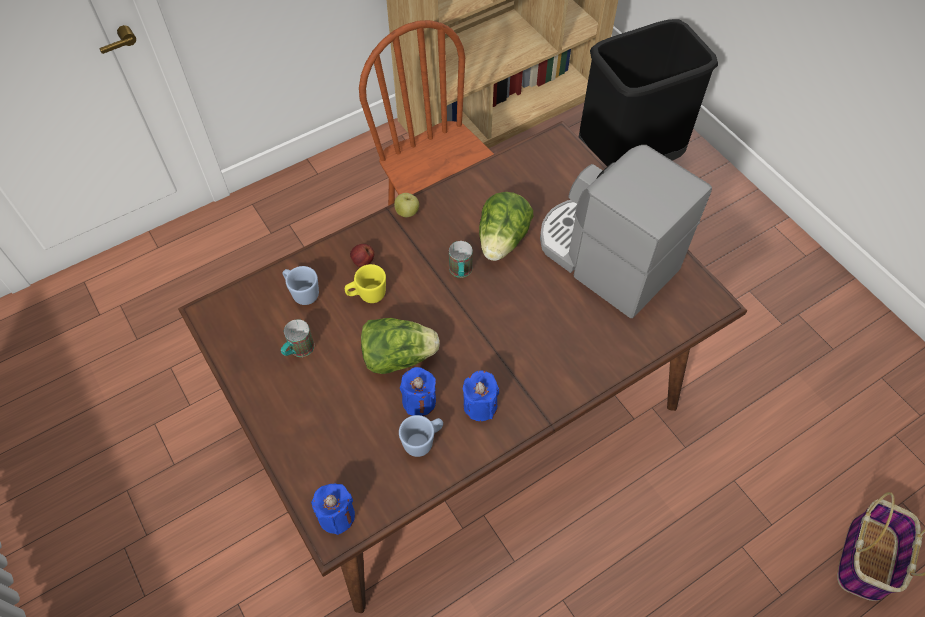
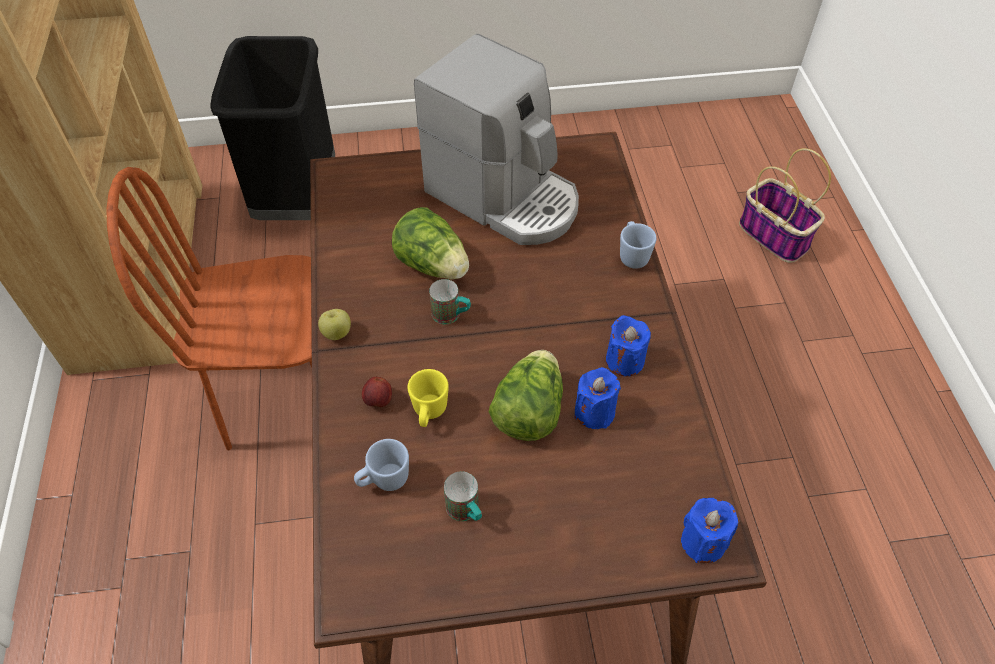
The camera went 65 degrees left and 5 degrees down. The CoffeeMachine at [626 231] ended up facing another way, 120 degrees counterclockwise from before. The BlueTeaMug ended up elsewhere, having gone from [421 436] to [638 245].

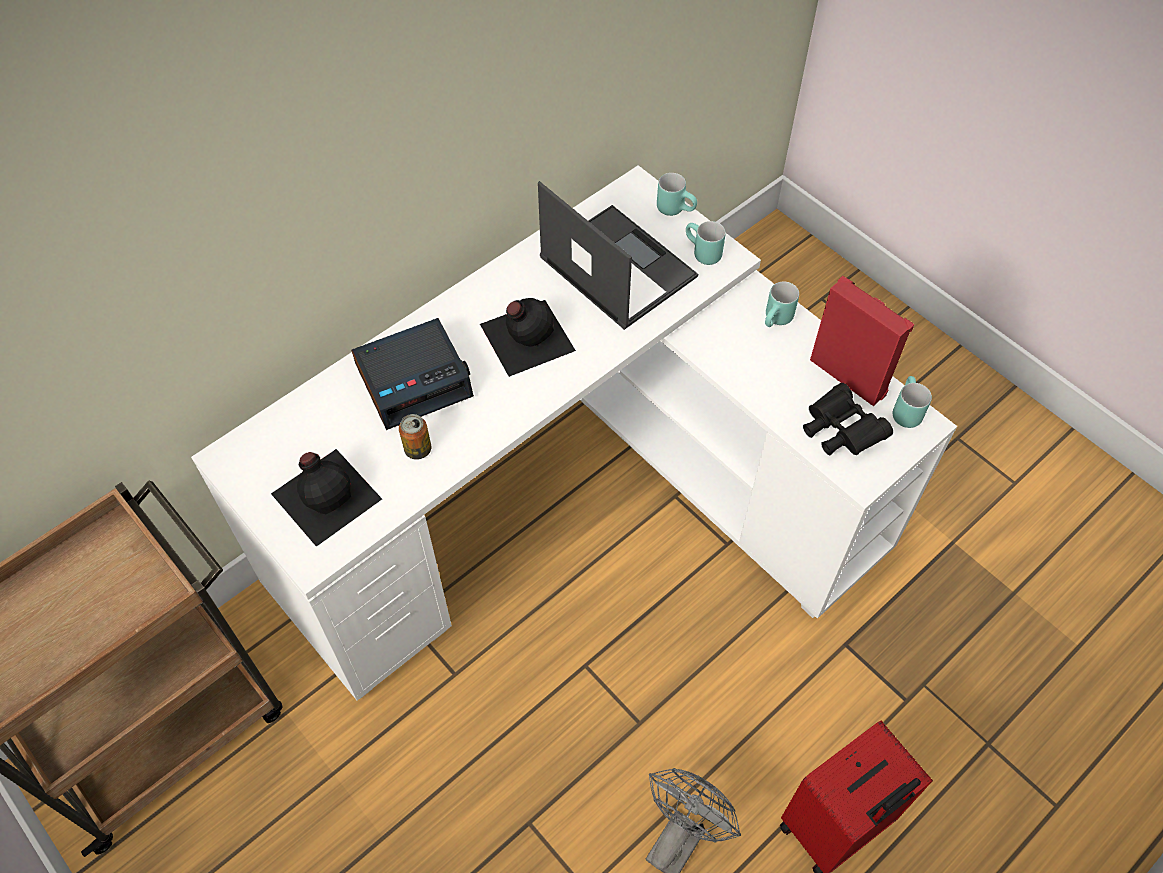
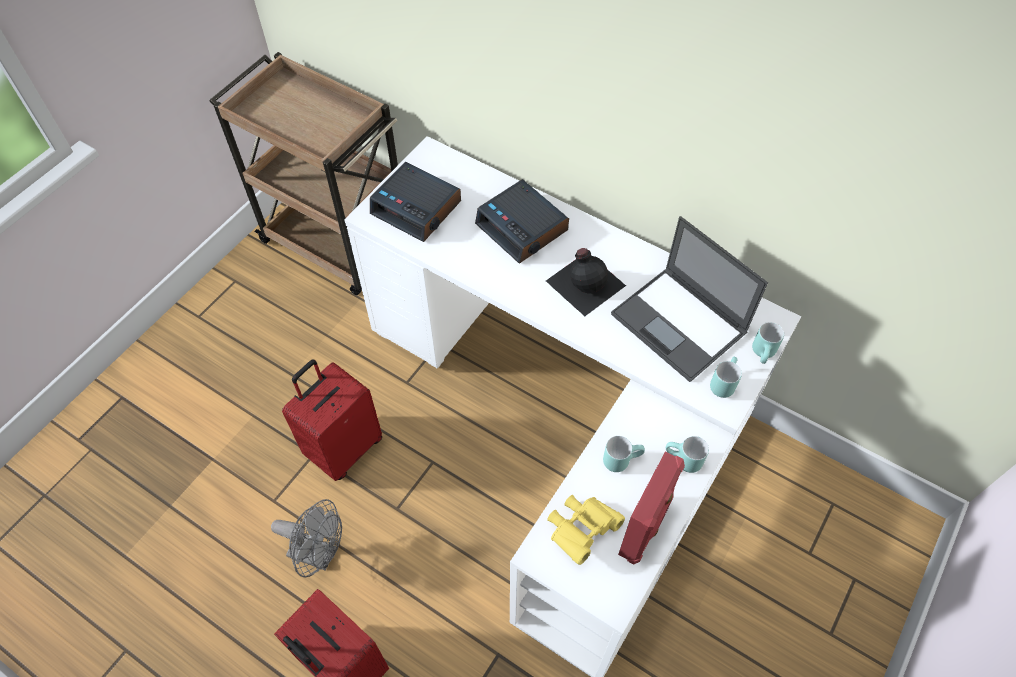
The camera went 75 degrees right and 0 degrees up. The NotebookComputer at [618 255] ended up facing another way, 105 degrees clockwise from before. The TurquoiseTeaMug ended up elsewhere, having gone from [912 402] to [624 454]. What was the BlackBinoculars at [848 419] turned into the YellowColouredBinoculars at [586 530]. The second view lost the MetalCan at [415 437]. Where the BlackBottle stood at [326 498], the BedsideClock came to stand at [415 202]. The second view gained the RedTravelCase at [332 420].

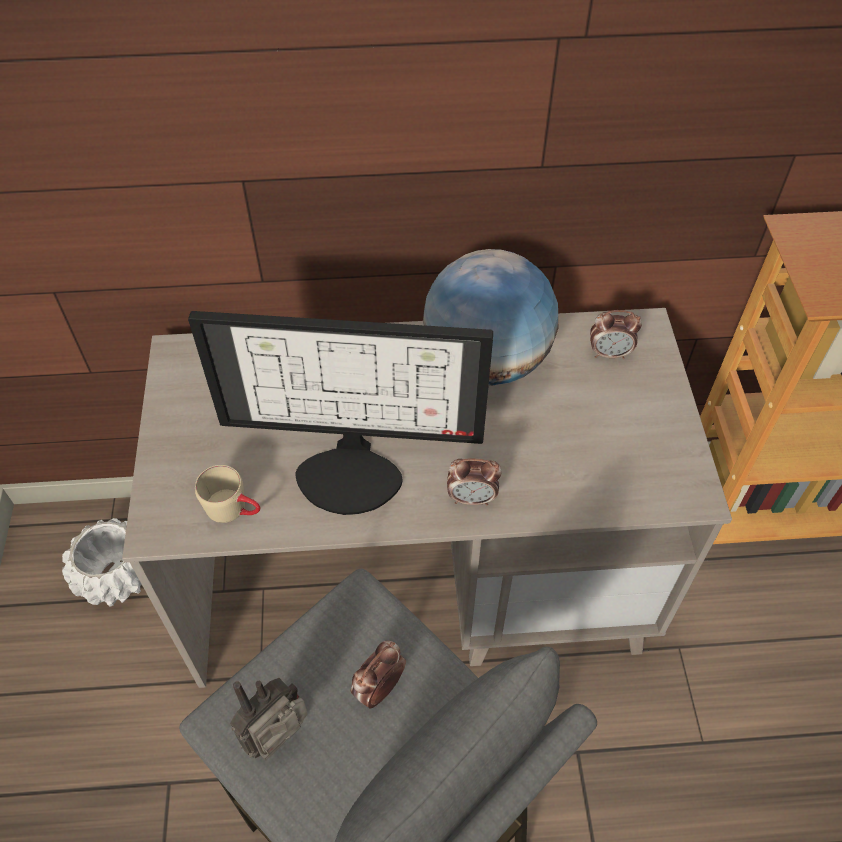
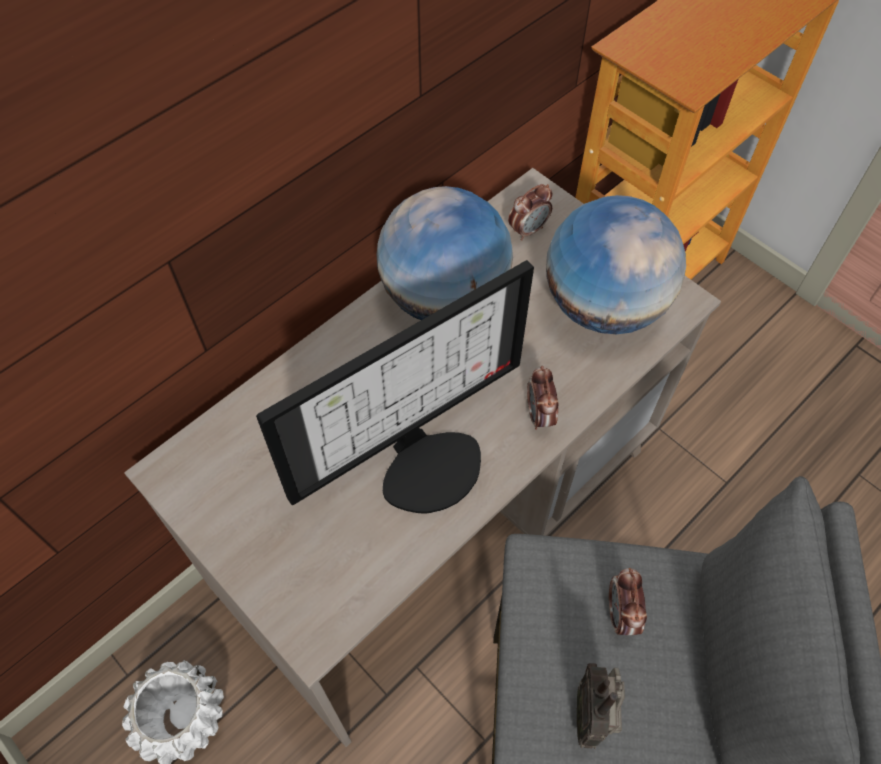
The camera went 40 degrees left and 5 degrees up. The BedsideClock at [474 481] ended up facing another way, 120 degrees clockwise from before. The second view lost the BeigeColouredTeaMug at [227 494]. The second view gained the DeskGlobe at [616 264].

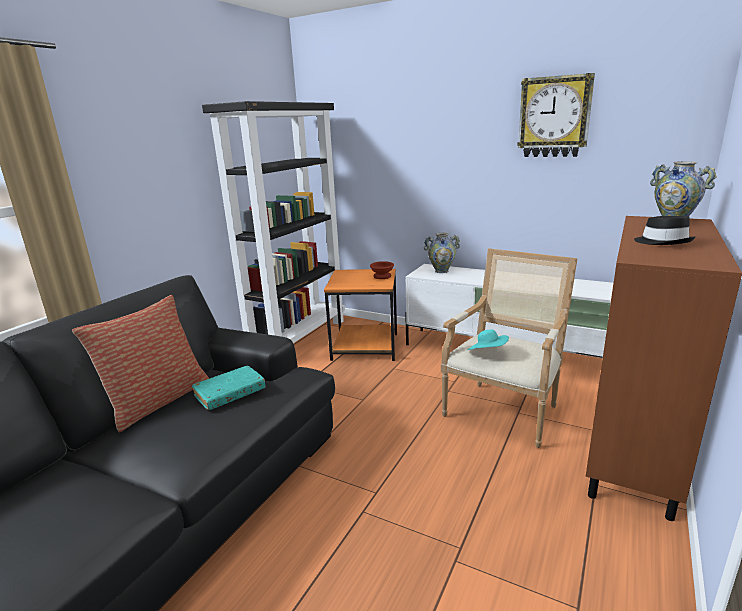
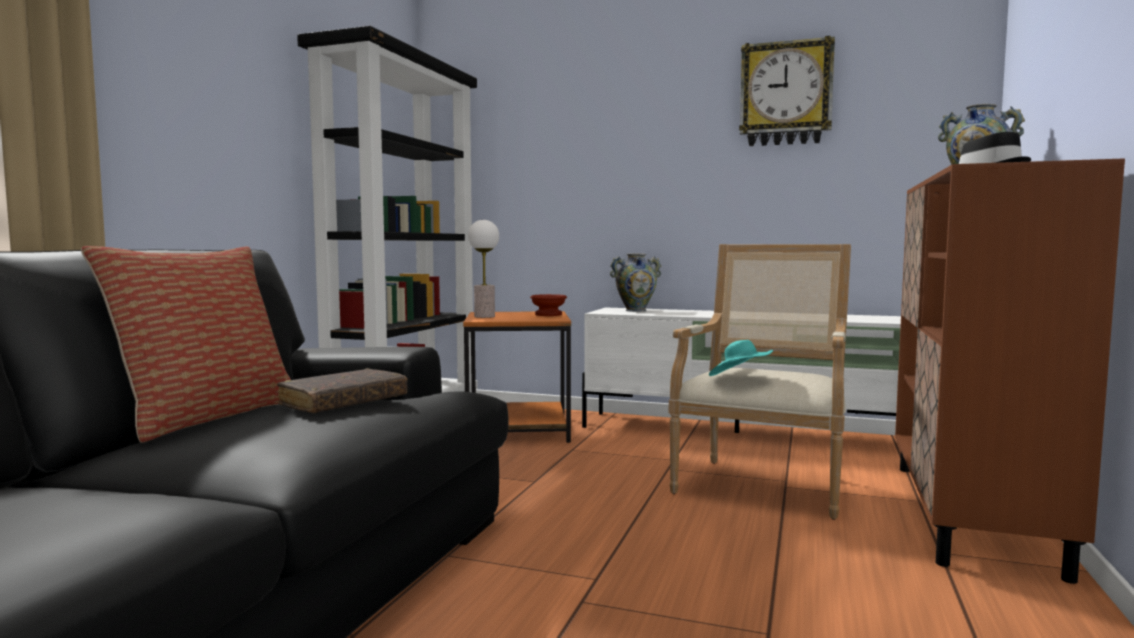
The camera went 10 degrees left and 15 degrees down. What was the TurquoiseVolume at [229 388] turned into the BrownVolume at [342 390]. The second view gained the TabletopLamp at [483 269].

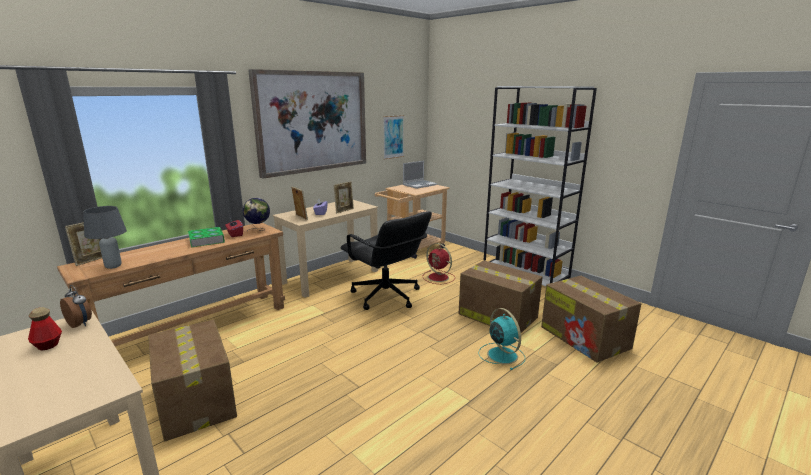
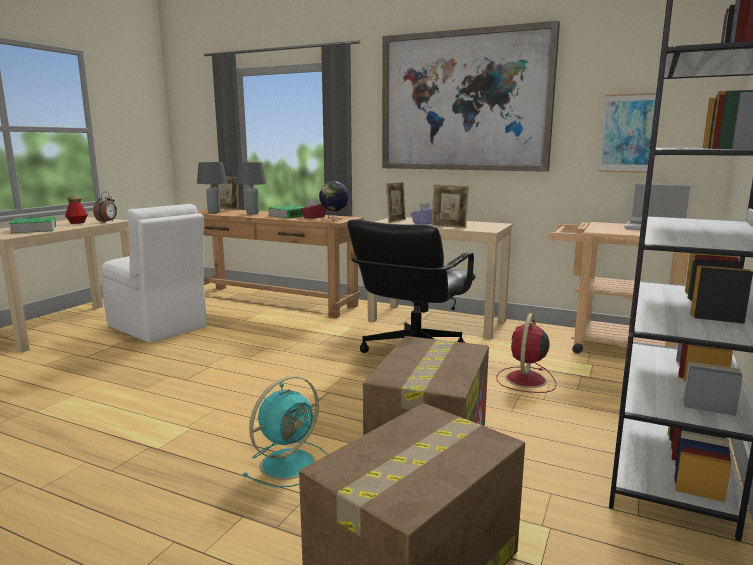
The camera went 70 degrees right and 5 degrees down. Where the CardboardBox stood at [192 381], the WhitishChair came to stand at [153 273]. The second view gained the GreyTabletopLamp at [251 188]. The second view gained the Volume at [32 225].

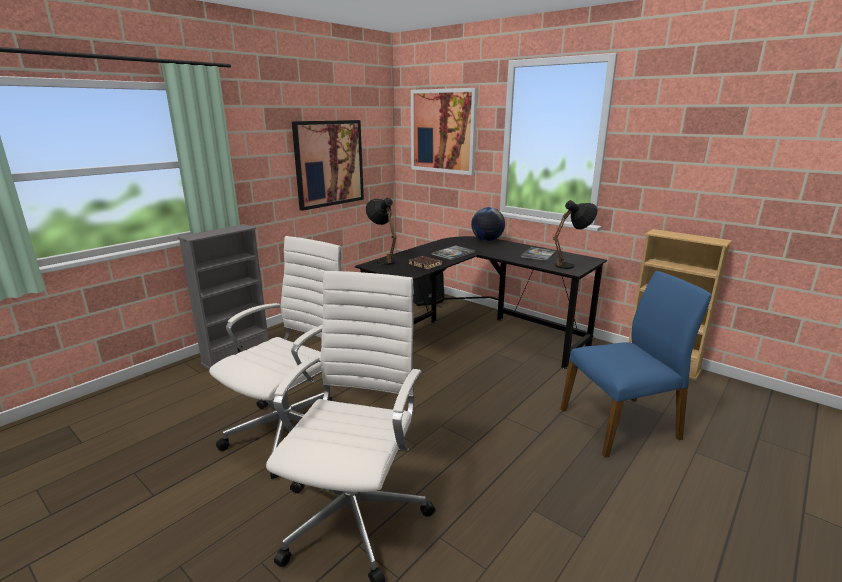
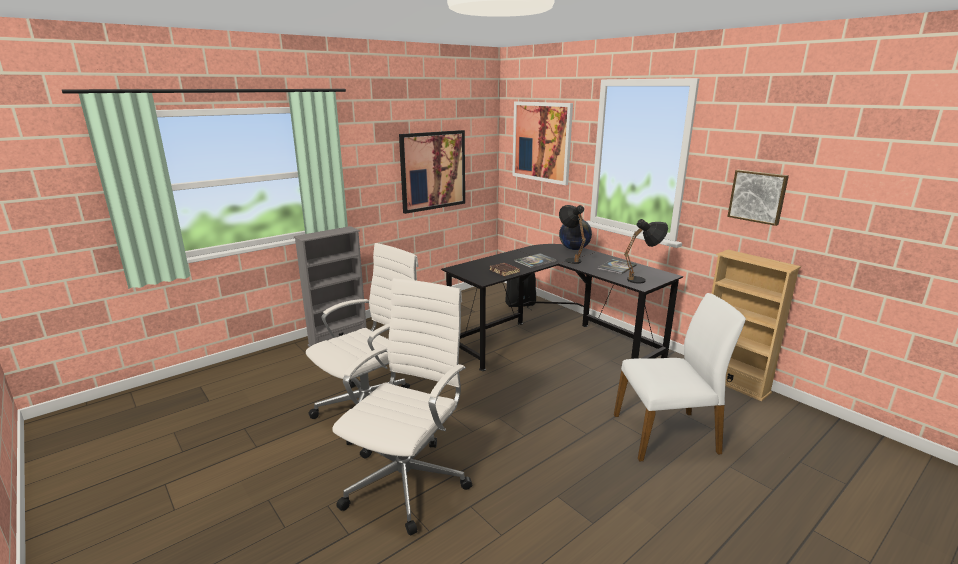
The camera went 10 degrees right and 0 degrees up. The BlackTabletopLamp ended up elsewhere, having gone from [381 231] to [572 234]. What was the BlueChair at [636 364] turned into the WhitishChair at [680 377]. The second view gained the WallArt at [758 198].

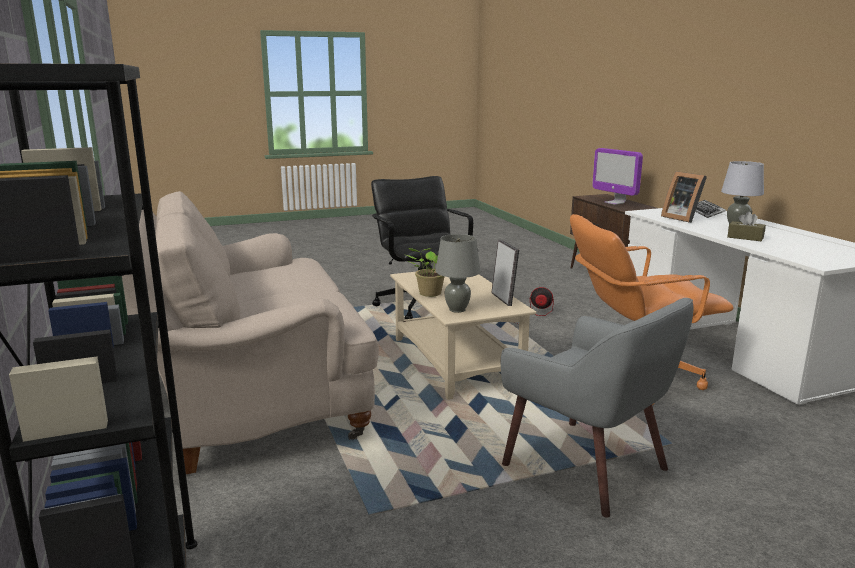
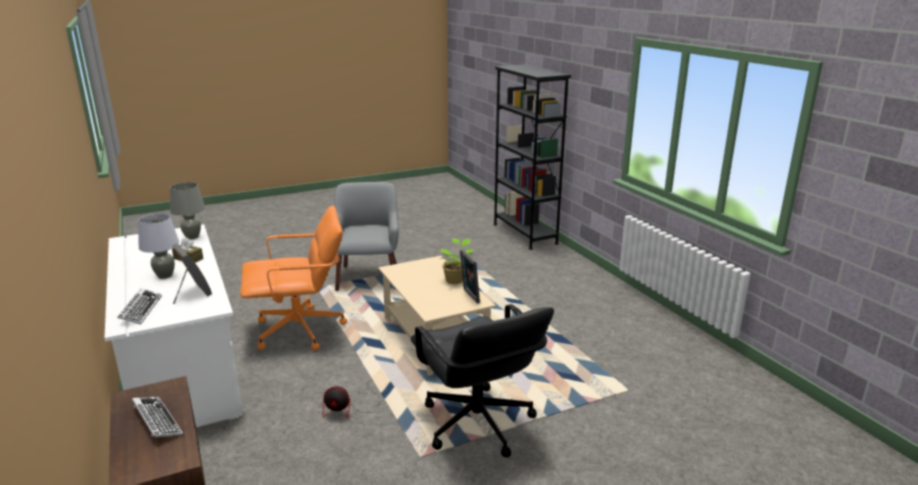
The camera went 175 degrees right and 5 degrees up. Where the ComputerDisplay stood at [617 176], the ComputerKeyboard came to stand at [157 417]. The second view lost the BeigeColouredSofa at [250 332]. The GreyTabletopLamp ended up elsewhere, having gone from [458 273] to [187 211]. The StandingFrame ended up elsewhere, having gone from [505 273] to [470 276]. The GreyLoungeChair at [596 407] ended up facing another way, 45 degrees clockwise from before.

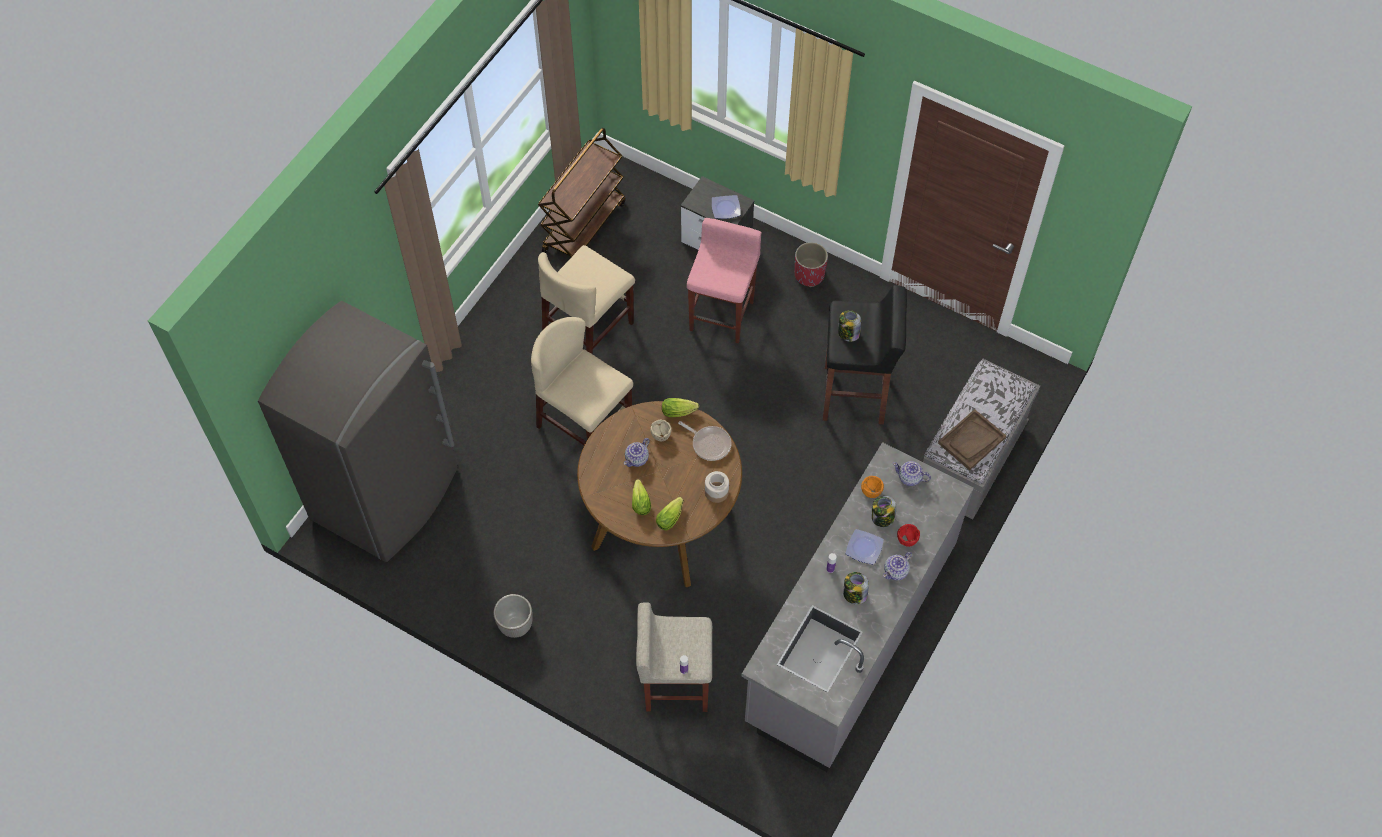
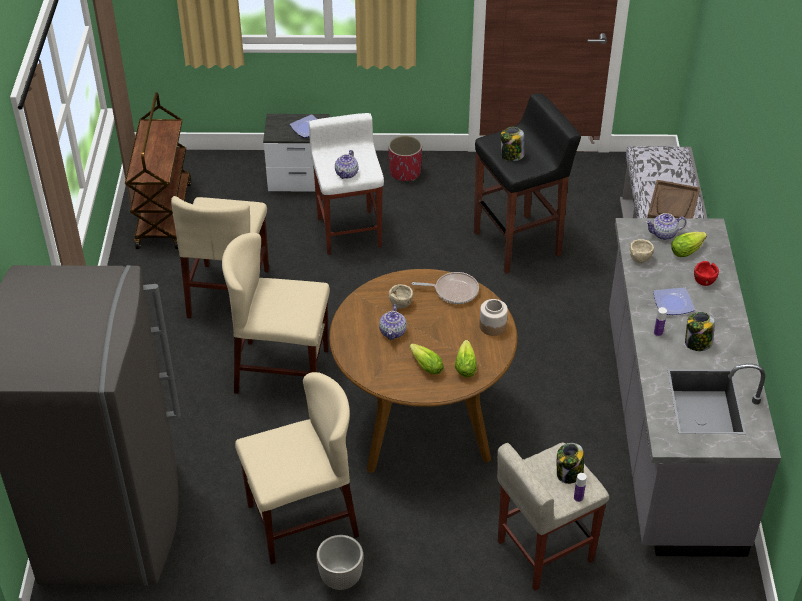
The camera went 30 degrees left and 15 degrees down. What was the PinkSittingStool at [724 280] turned into the WhitishSittingStool at [346 184]. The LettuceHead ended up elsewhere, having gone from [680 407] to [689 244]. What was the OrangeDeepDish at [872 487] turned into the BeigeColouredDeepDish at [642 251]. The StorageJar ended up elsewhere, having gone from [884 511] to [570 463]. The PotForTea ended up elsewhere, having gone from [897 566] to [347 164]. The second view gained the BeigeColouredChair at [297 468].

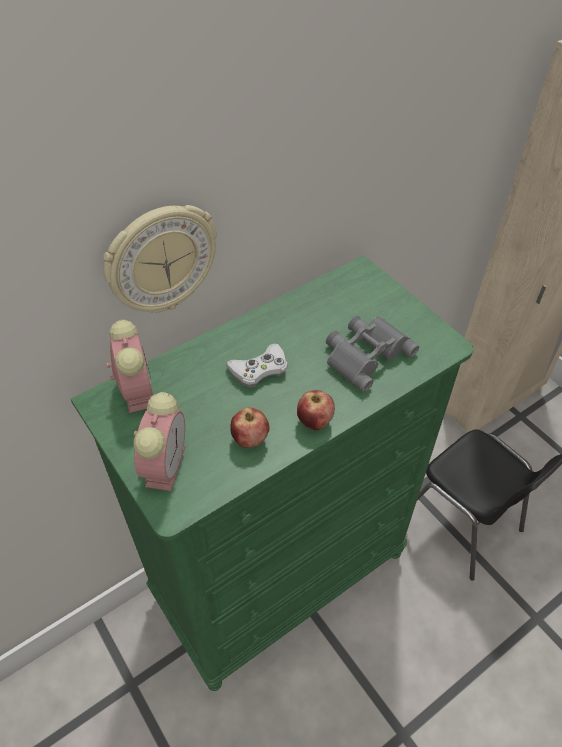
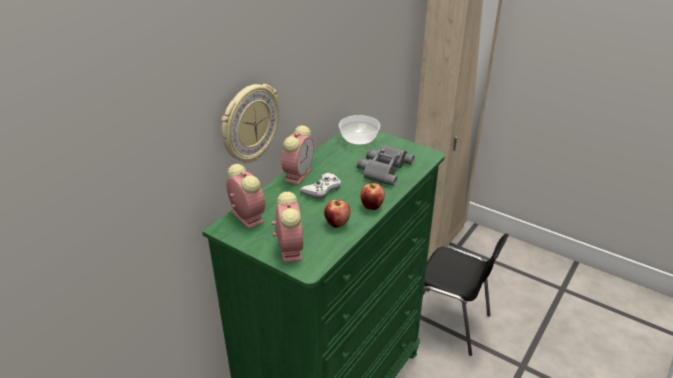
The camera went 20 degrees left and 15 degrees down. The second view gained the DeepDish at [359 130]. The second view gained the BedsideClock at [297 155].

